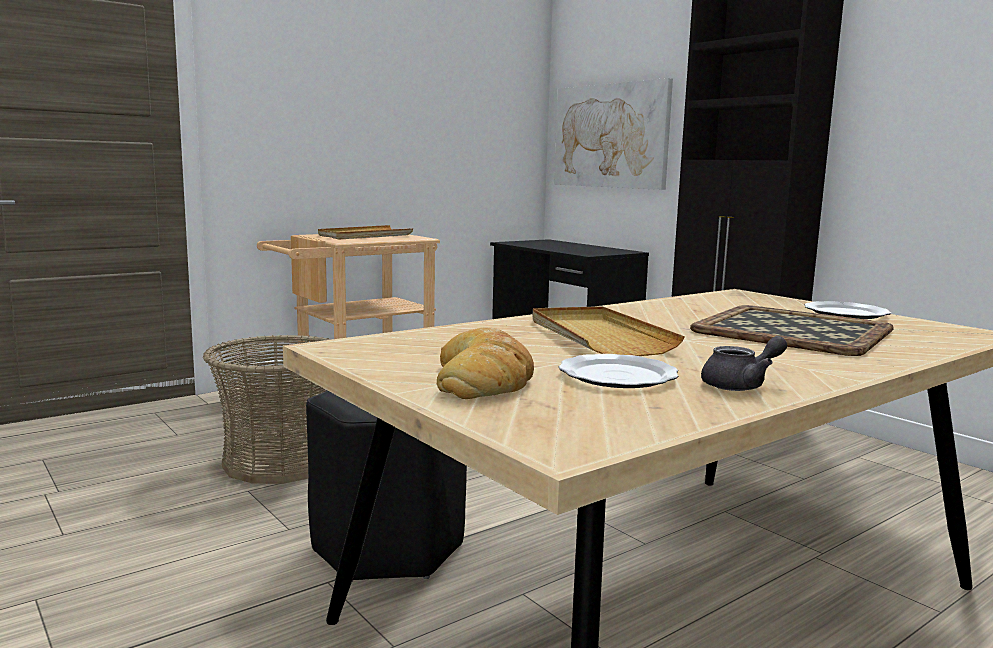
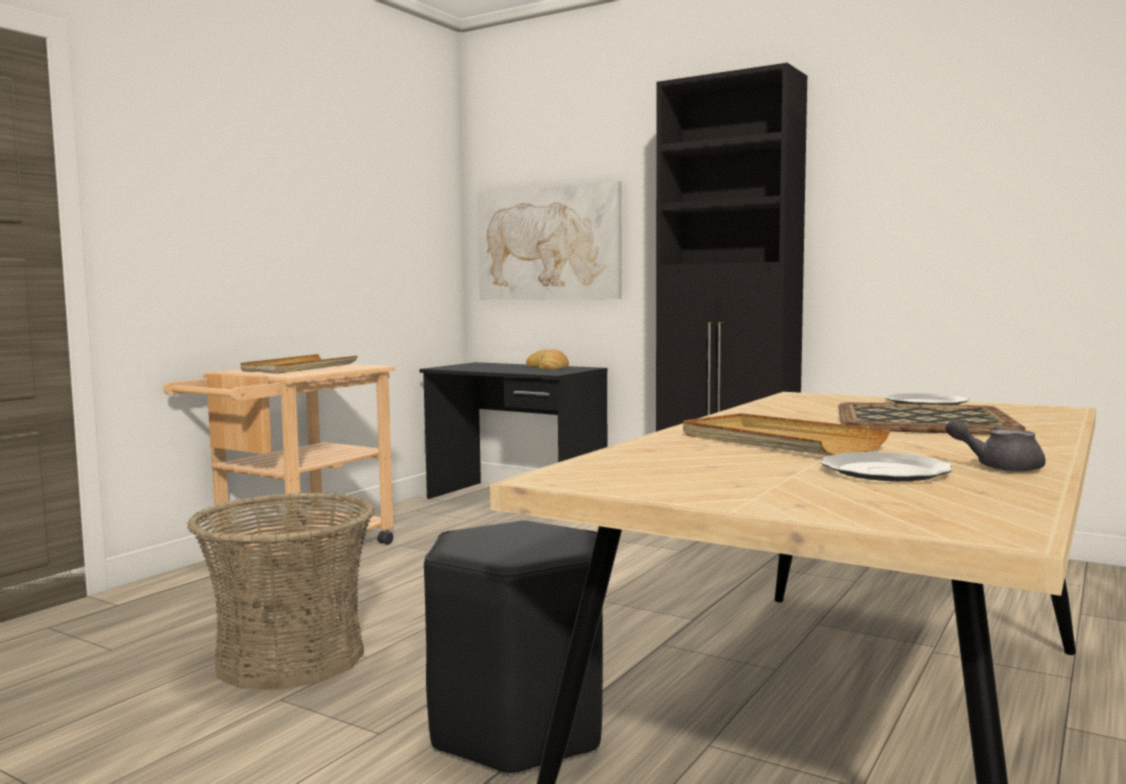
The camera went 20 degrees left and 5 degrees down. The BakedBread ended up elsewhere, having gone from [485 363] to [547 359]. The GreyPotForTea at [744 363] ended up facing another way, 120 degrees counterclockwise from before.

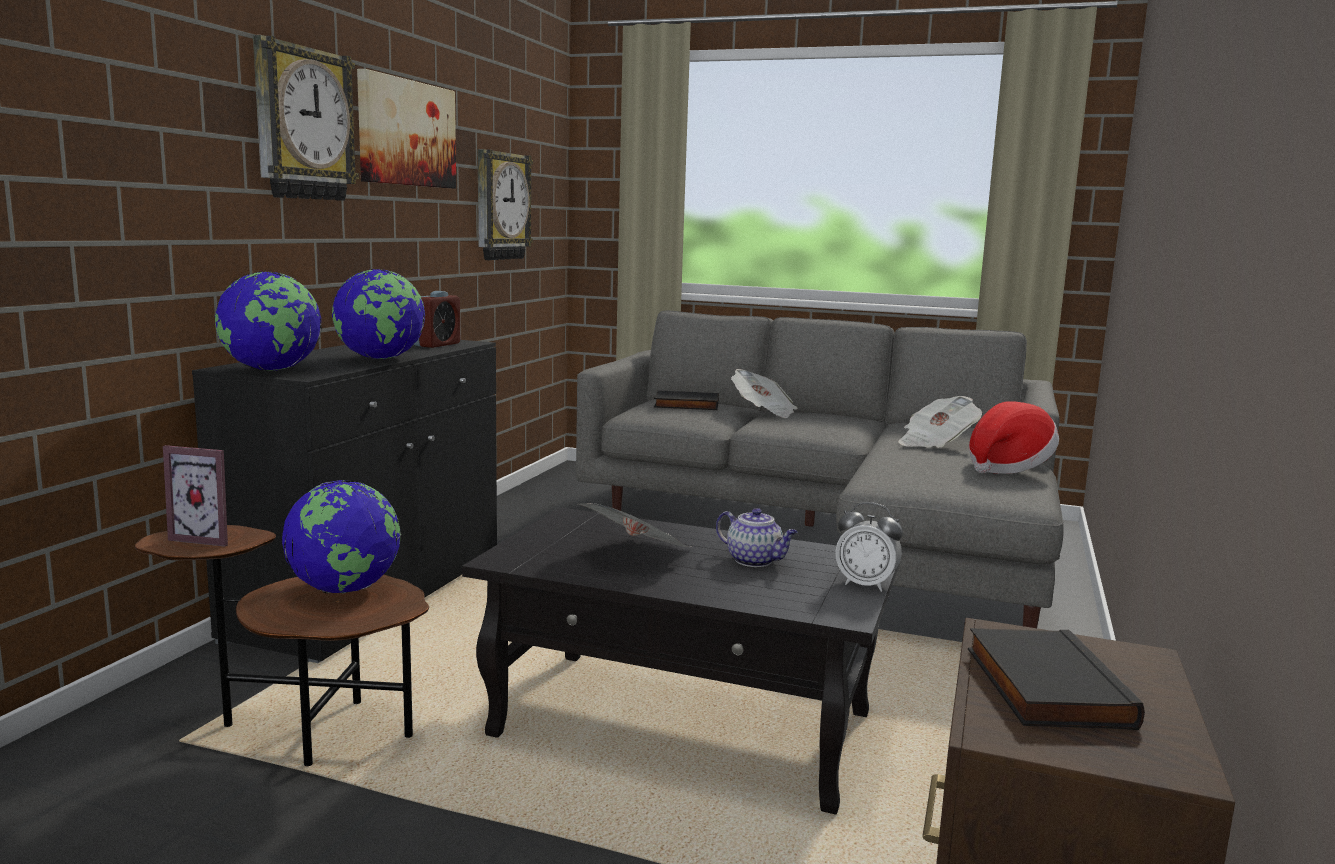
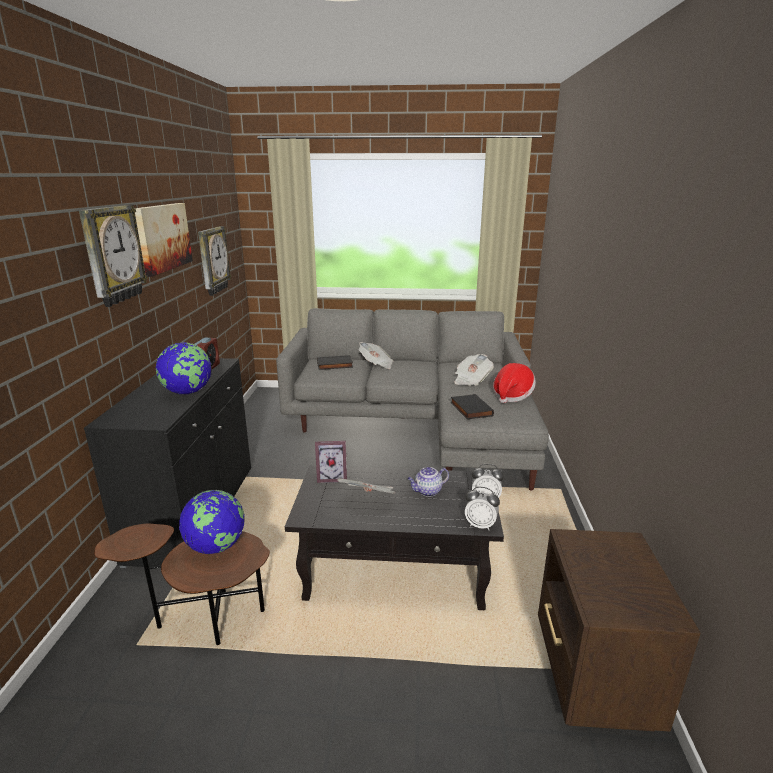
The camera went 15 degrees left and 10 degrees up. The second view lost the DeskGlobe at [268 321]. The StandingFrame ended up elsewhere, having gone from [195 496] to [331 462]. The PotForTea at [756 537] ended up facing another way, 135 degrees clockwise from before. The BlackVolume ended up elsewhere, having gone from [1056 679] to [472 406]. The second view gained the BedsideClock at [482 508].

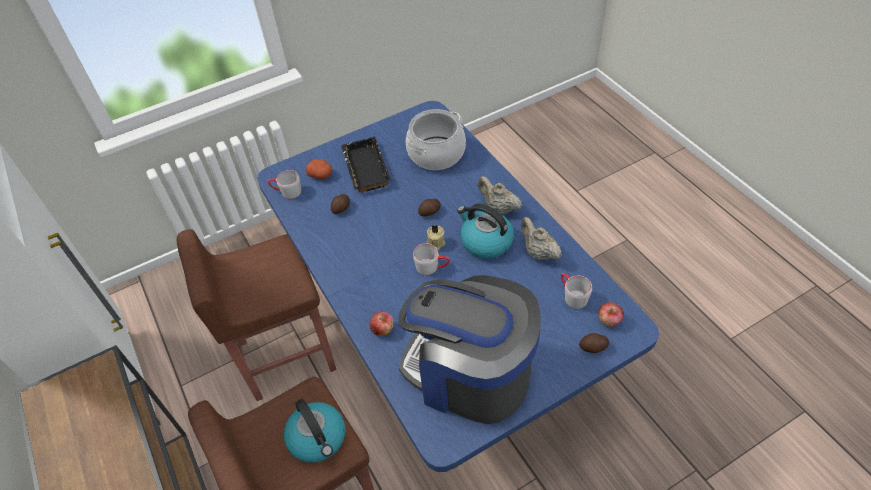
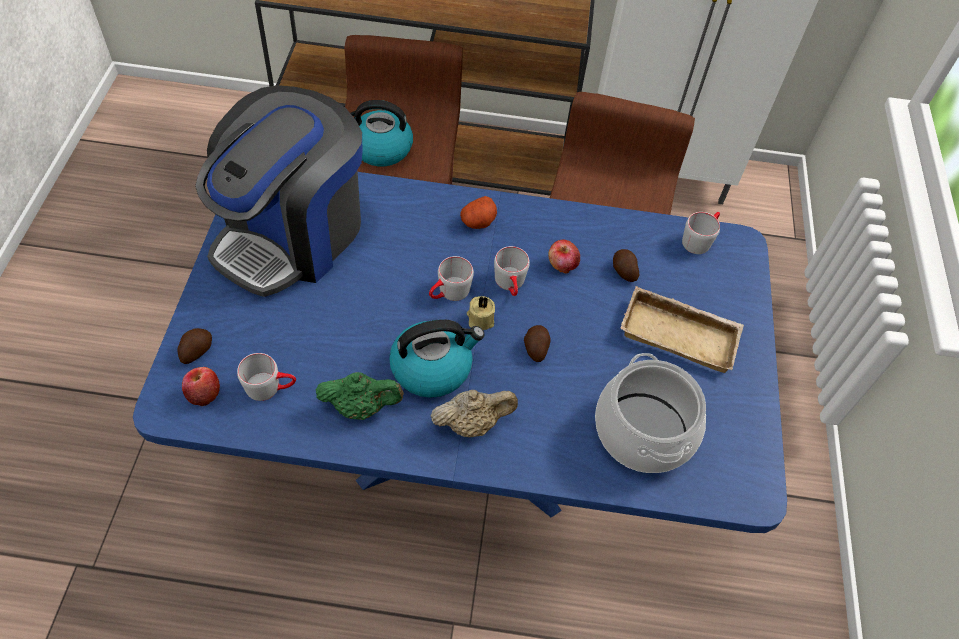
The camera went 120 degrees right and 5 degrees up. What was the BlackCarryingTray at [366 164] turned into the BeigeColouredCarryingTray at [682 329]. The Spud ended up elsewhere, having gone from [319 169] to [478 212]. What was the BeigeColouredPotForTea at [541 238] turned into the GreenColouredPotForTea at [359 396]. The CoffeeMachine at [469 349] ended up facing another way, 150 degrees clockwise from before. The WholeApple ended up elsewhere, having gone from [382 323] to [564 256]. The second view gained the GreyTeaMug at [512 271].

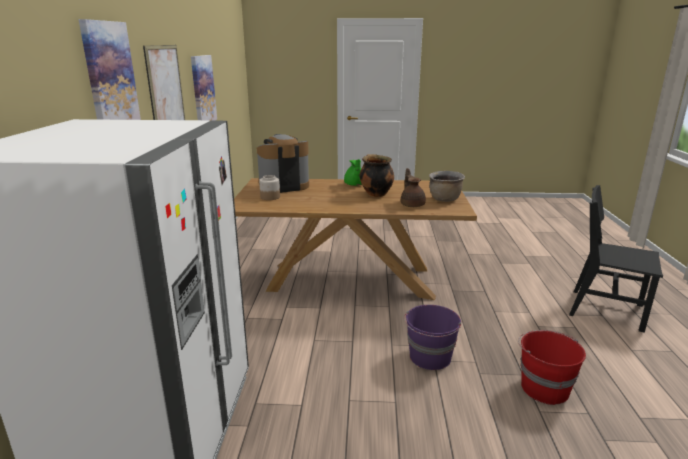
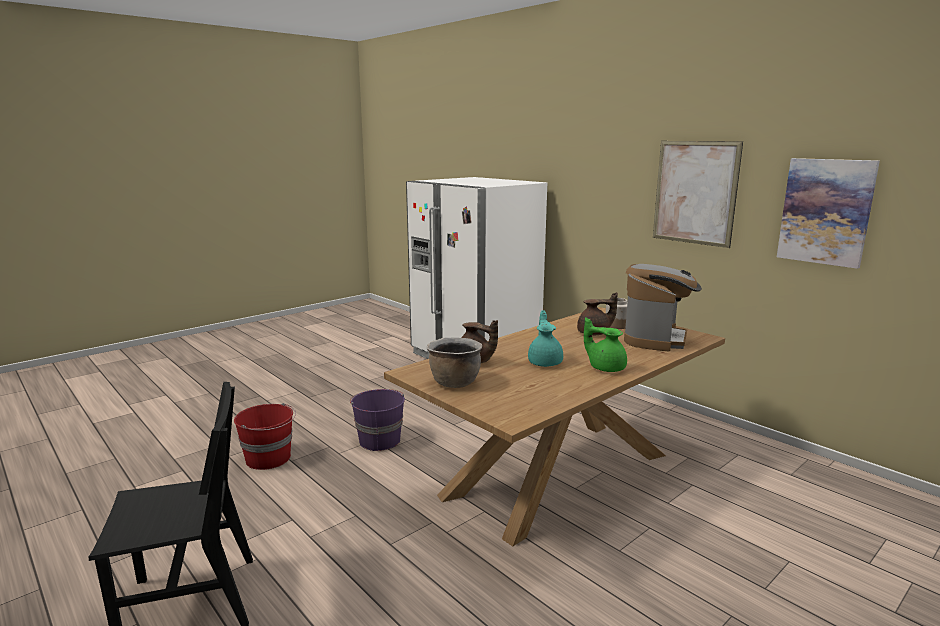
The camera went 135 degrees right and 5 degrees down. The second view lost the WallArt at [109 69]. Where the Saucepot stood at [376 175], the TurquoisePotForTea came to stand at [545 338]. The second view gained the BrownPotForTea at [597 313].

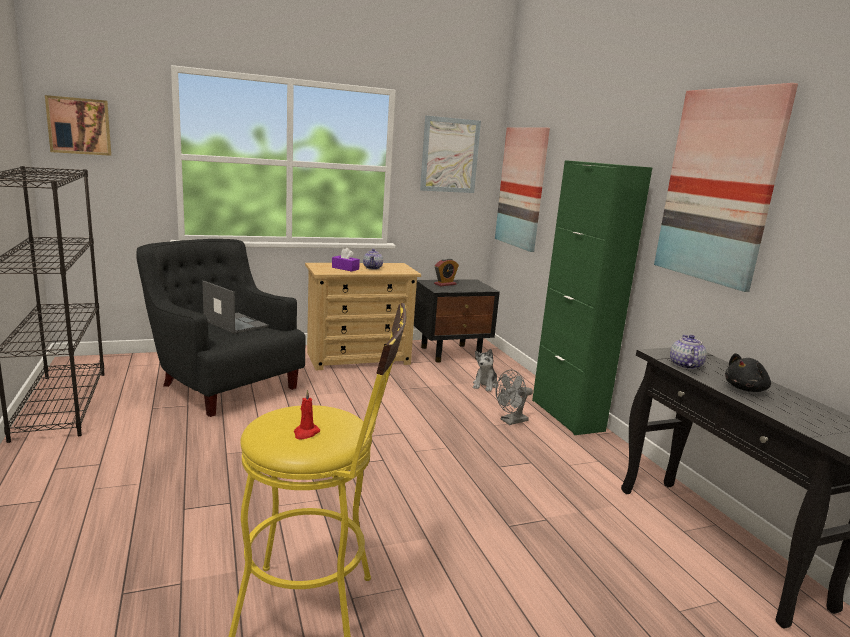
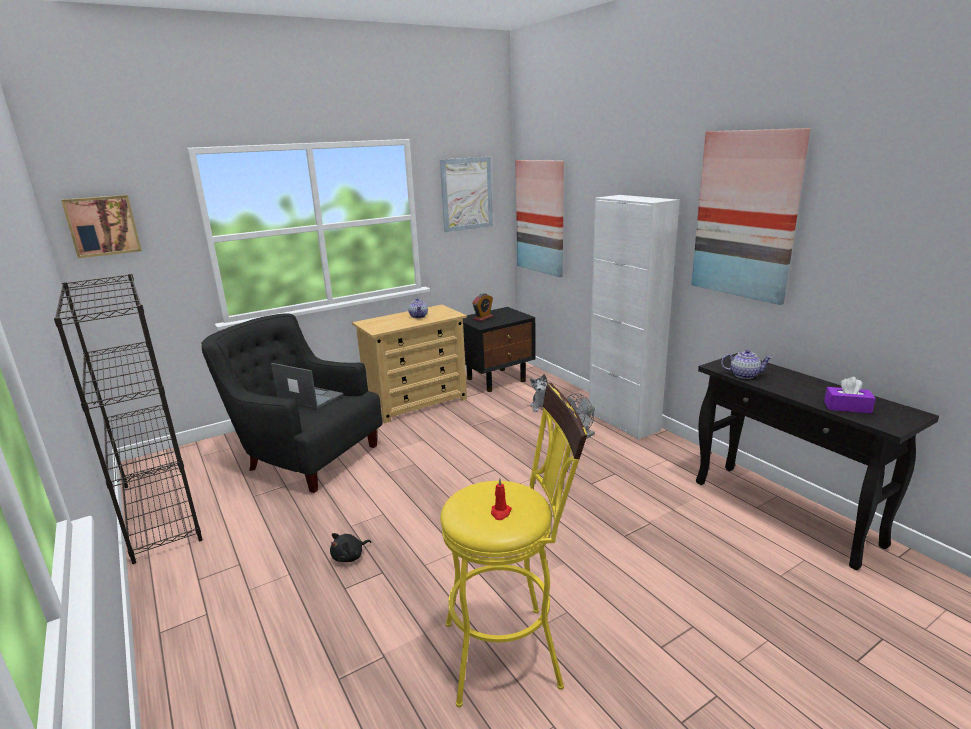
The camera went 10 degrees left and 5 degrees up. What was the GreenColouredCabinet at [592 297] turned into the WhitishCabinet at [634 317]. The PurpleColouredTissueBox ended up elsewhere, having gone from [346 260] to [850 395]. The PotForTea at [688 352] ended up facing another way, 105 degrees clockwise from before. The BlackCuddlyToy ended up elsewhere, having gone from [748 372] to [350 547].

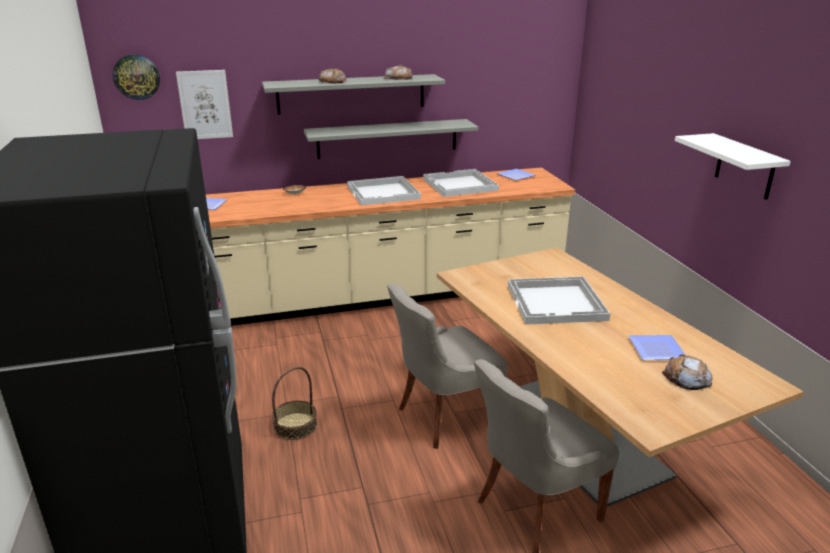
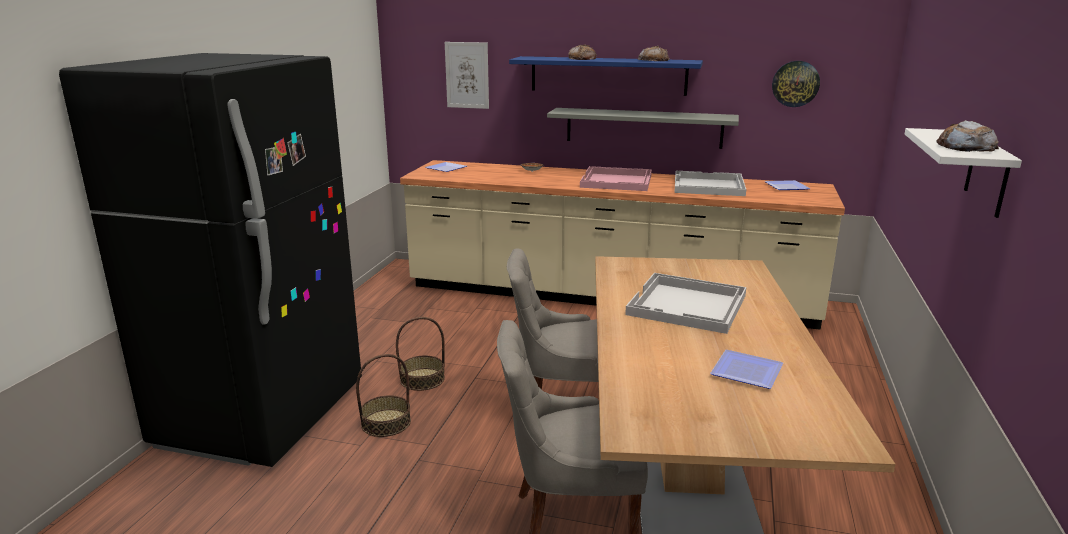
The camera went 30 degrees right and 5 degrees down. The ClockOnTheWall ended up elsewhere, having gone from [136 77] to [796 84]. What was the GreyBracketShelf at [353 94] turned into the BlueBracketShelf at [606 76]. What was the WhitishCarryingTray at [384 191] turned into the PinkCarryingTray at [616 178]. The BakedBread ended up elsewhere, having gone from [687 372] to [967 136]. The second view gained the HouseholdBasket at [383 395].

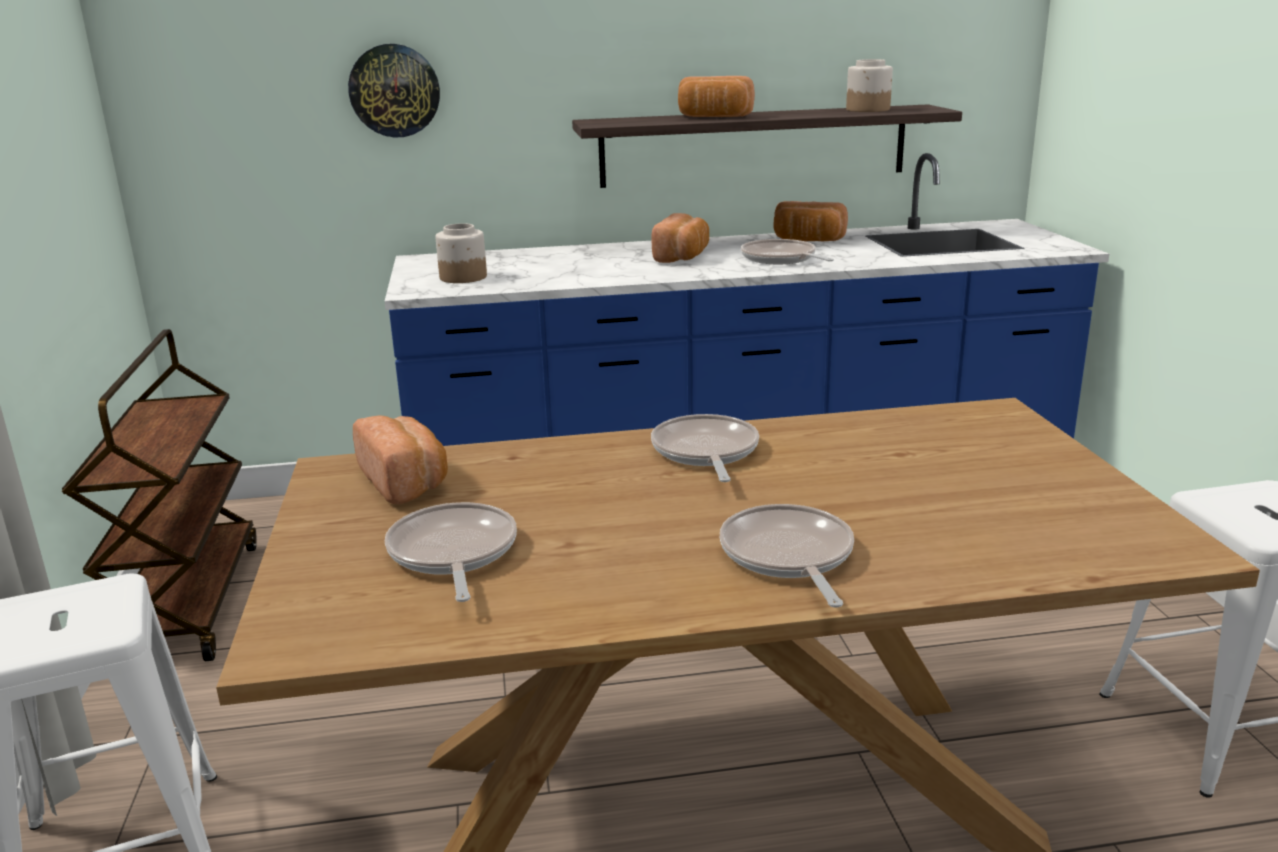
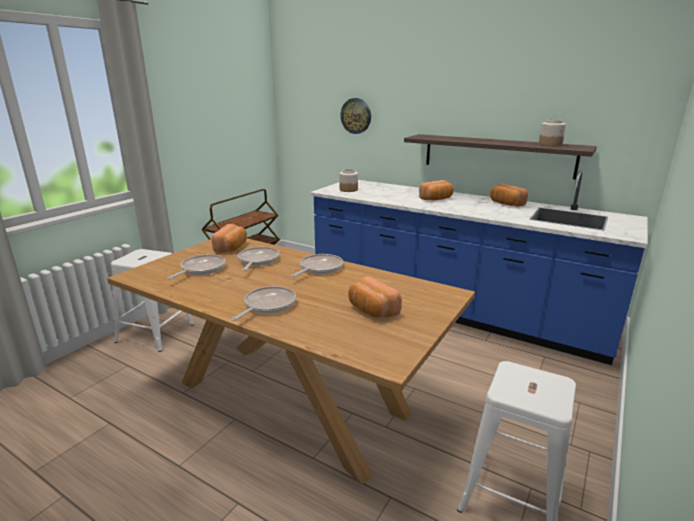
The camera went 40 degrees right and 0 degrees up. The BakedBread ended up elsewhere, having gone from [716 96] to [375 297]. The Skillet ended up elsewhere, having gone from [787 251] to [258 259].

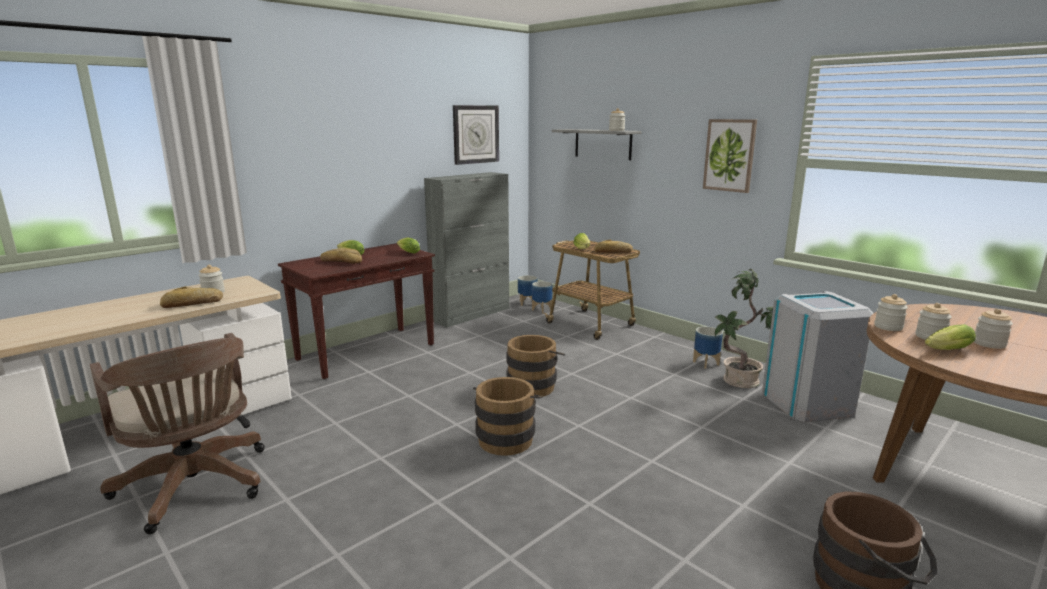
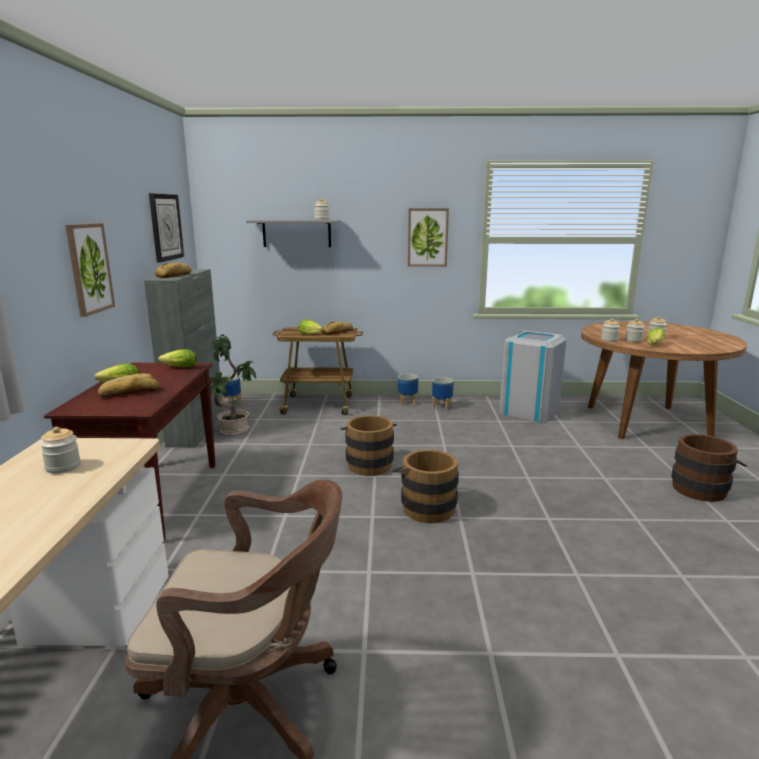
The camera went 45 degrees left and 0 degrees up. The PlantInAPot ended up elsewhere, having gone from [743 328] to [232 384]. The FlowerPot ended up elsewhere, having gone from [542 297] to [408 390]. The BakedBread ended up elsewhere, having gone from [191 297] to [173 270]. The second view gained the WallArt at [90 270].

